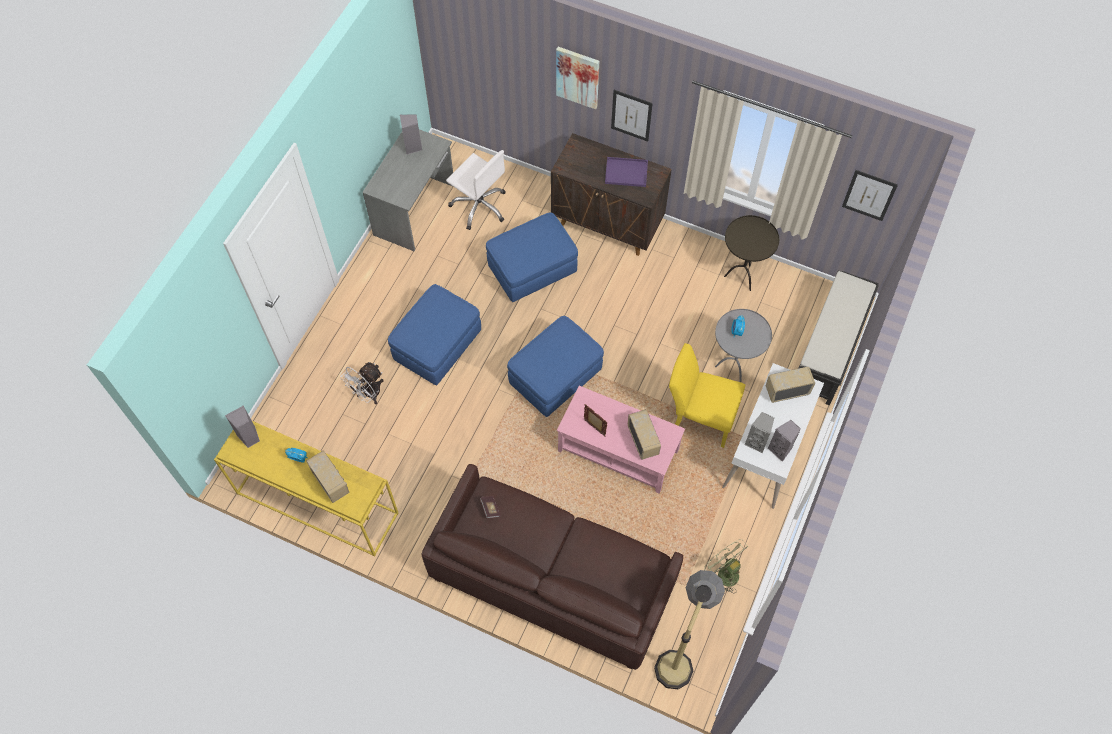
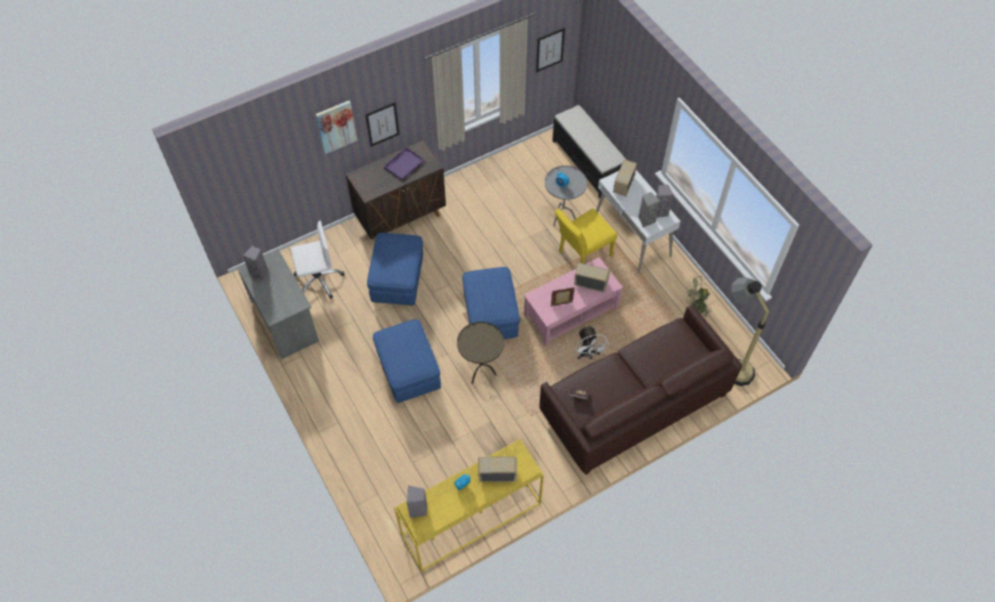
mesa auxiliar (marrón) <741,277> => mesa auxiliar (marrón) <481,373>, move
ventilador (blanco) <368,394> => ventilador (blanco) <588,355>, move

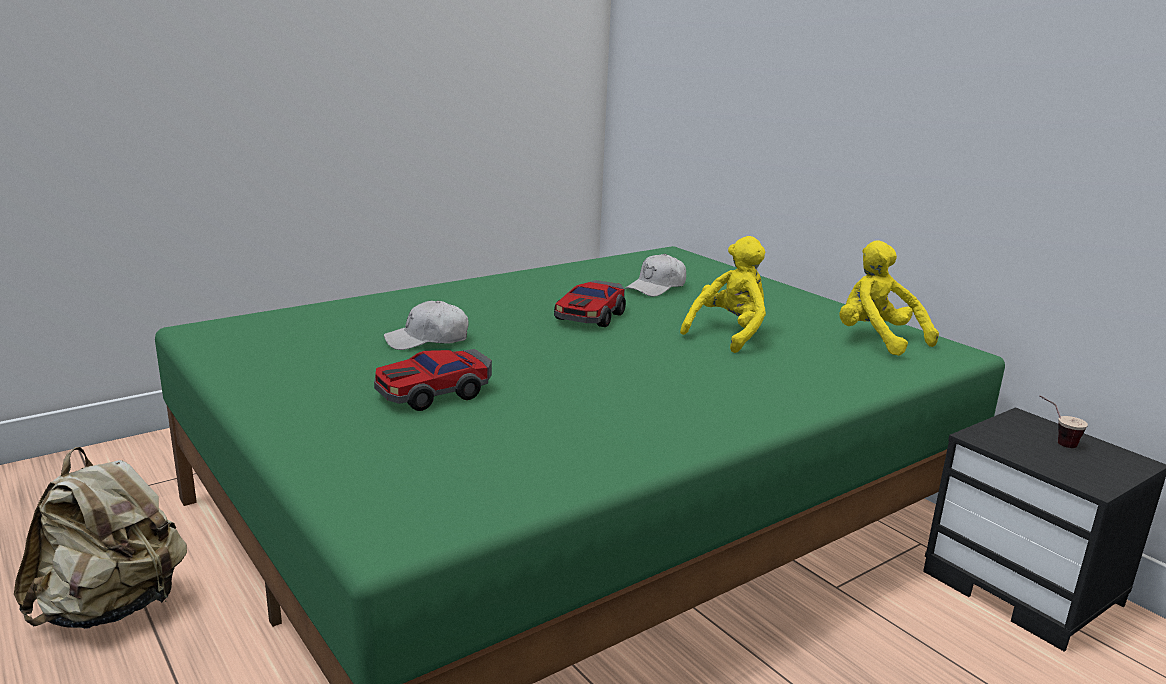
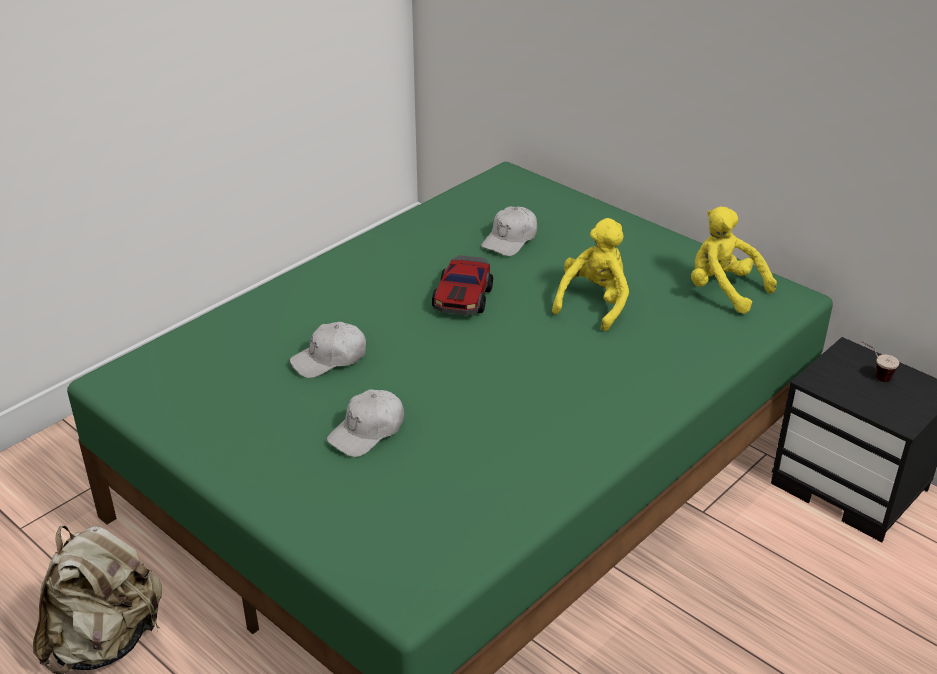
coche de juguete <433,393> => gorra (blanco) <367,431>

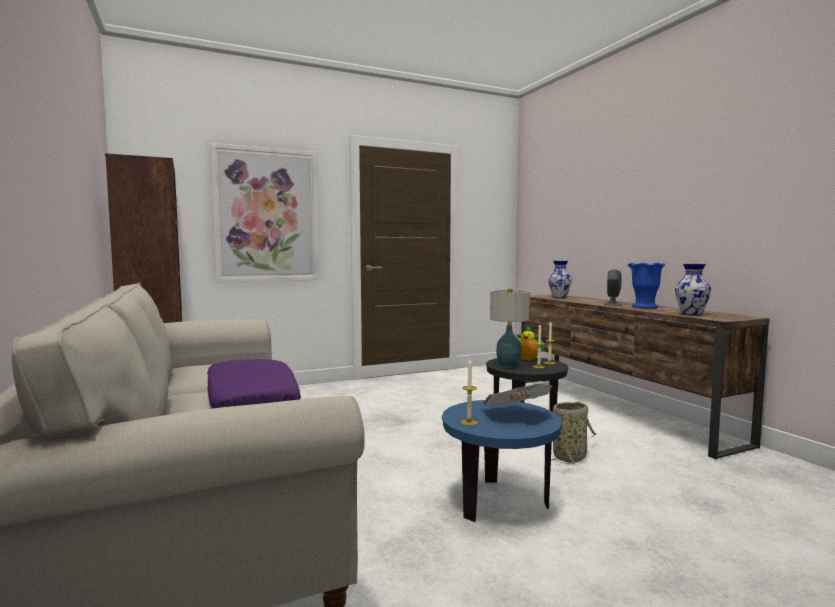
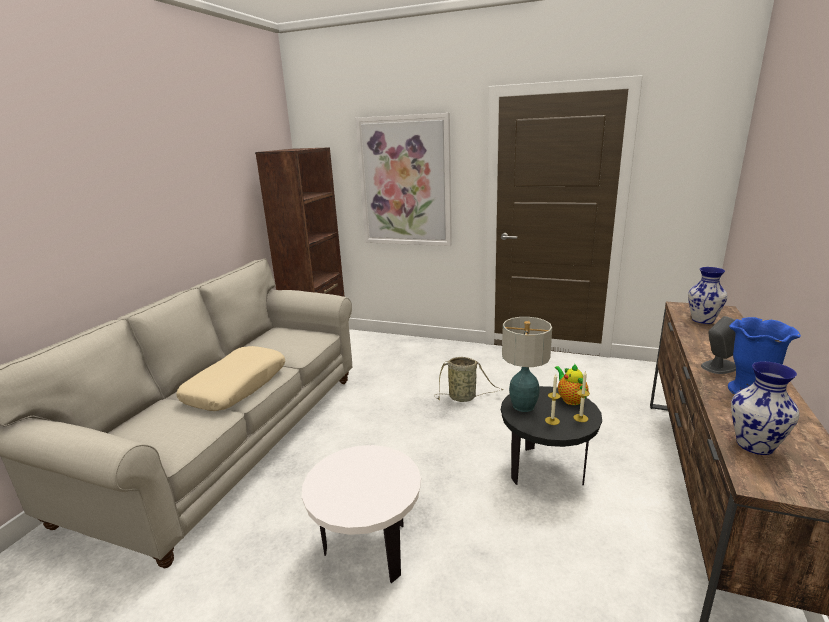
cojín (morado) <250,401> => cojín (beis) <236,387>
vela <469,422> => nothing
periódico <515,414> => nothing
mesa auxiliar (azul) <499,503> => mesa auxiliar (blanco) <368,550>
cesta <570,457> => cesta <464,397>, move

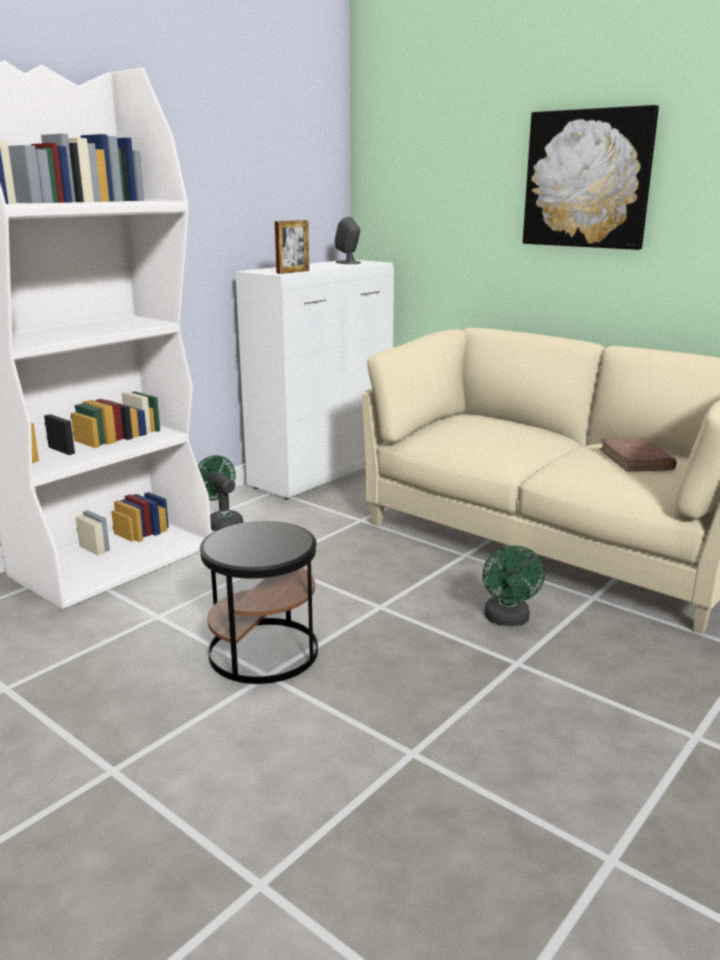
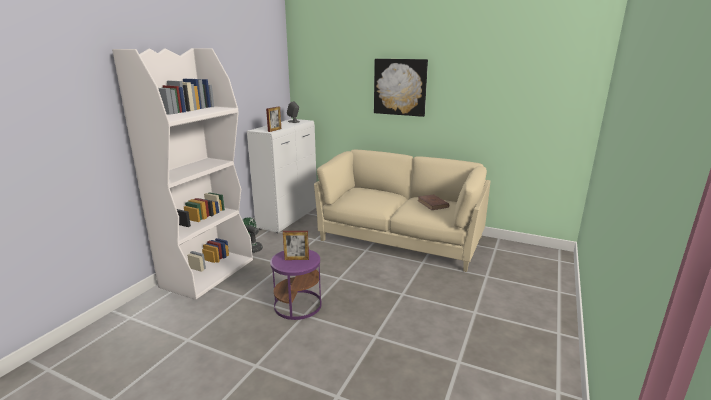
mesa auxiliar (negro) <264,651> => mesa auxiliar (morado) <298,305>
ventilador (verde) <508,620> => nothing
nothing => portarretratos <296,259>

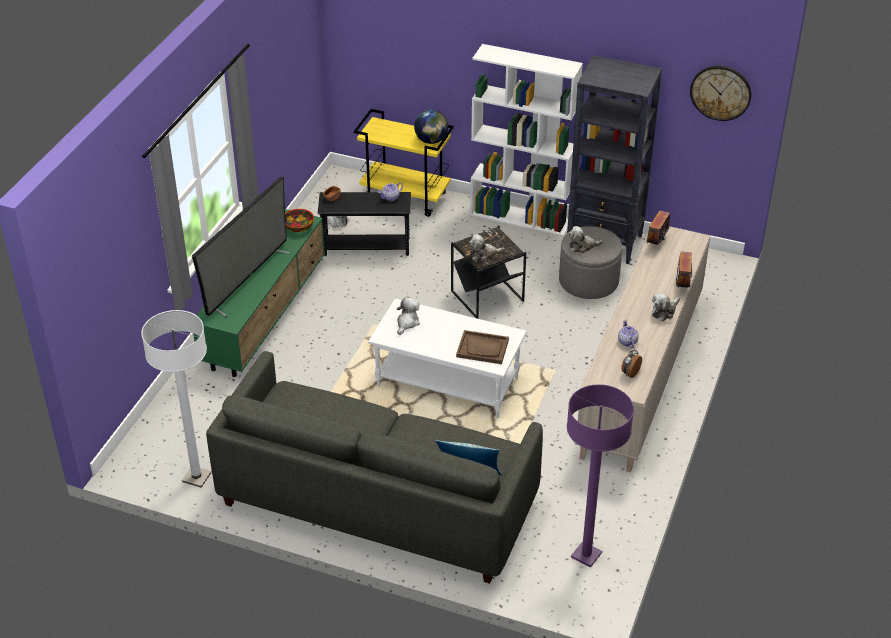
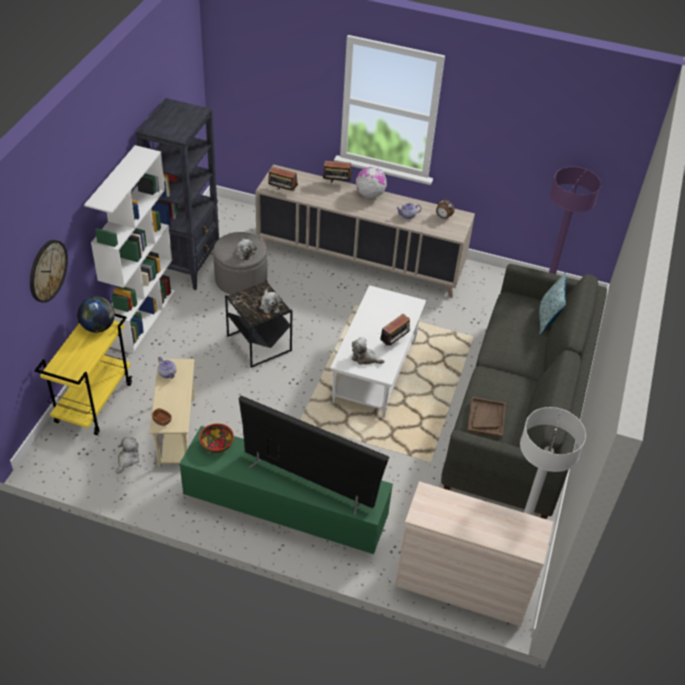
reloj de pared <720,92> => reloj de pared <47,270>, move
mesa auxiliar (negro) <366,247> => mesa auxiliar (beis) <176,432>
peluche <664,311> => globo terráqueo <370,195>
bandeja (marrón) <482,348> => bandeja (marrón) <486,418>, move
nothing => radio <394,342>
nothing => cómoda (beis) <462,586>

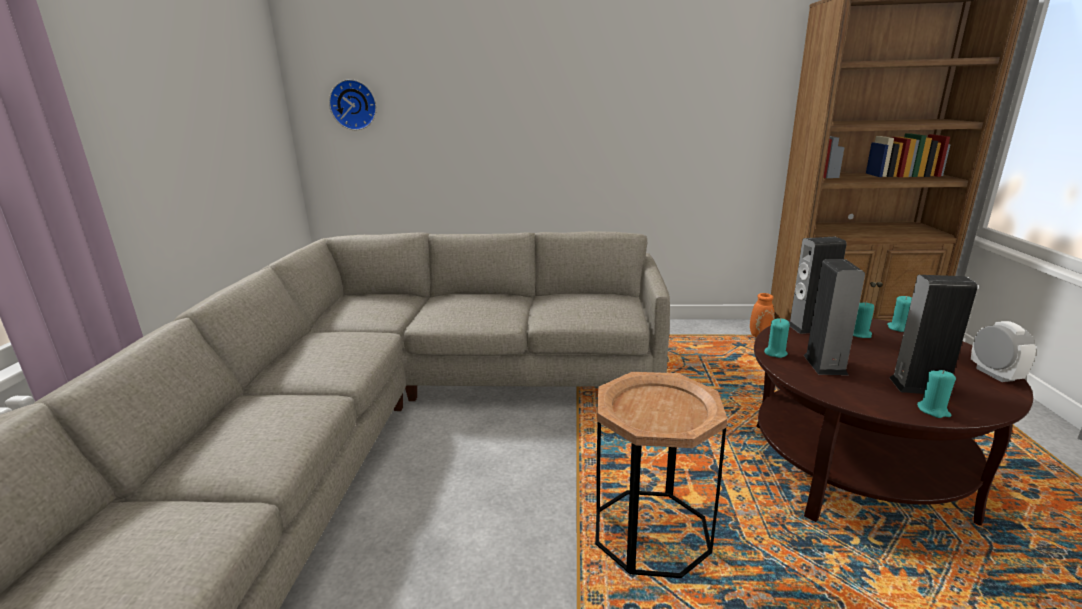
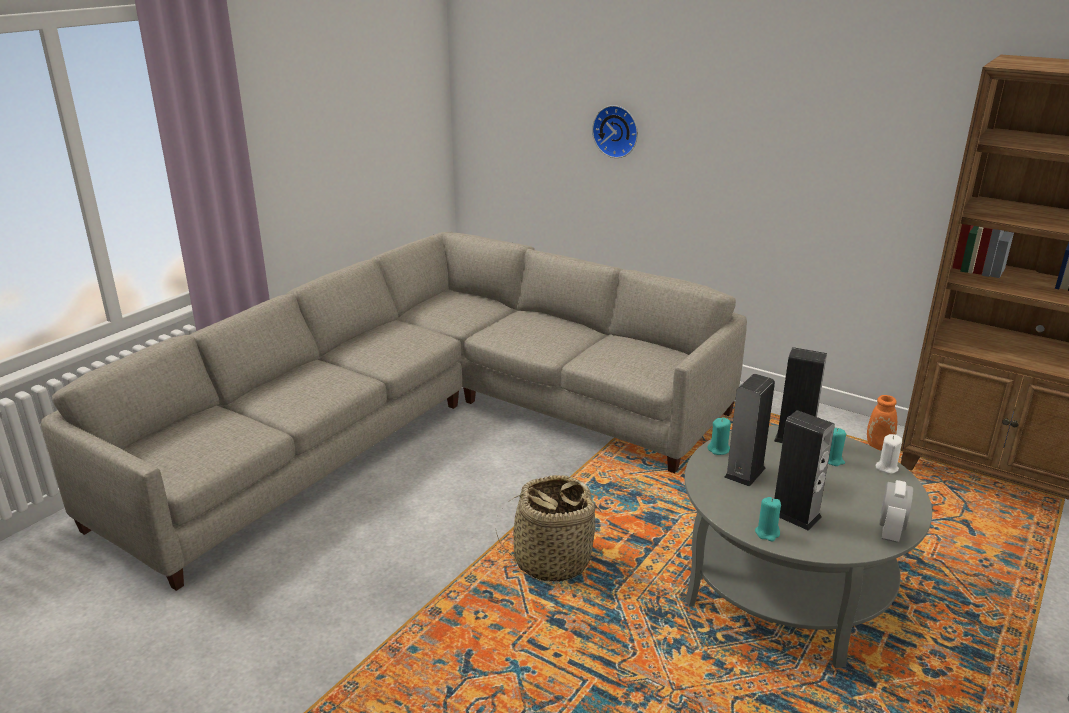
reloj de pared <354,105> => reloj de pared <616,131>, move
vela (turquesa) <898,328> => vela (blanco) <886,467>
mesa de centro (marrón) <854,468> => mesa de centro (gris) <787,589>
mesa auxiliar (marrón) <651,532> => cesta <552,560>

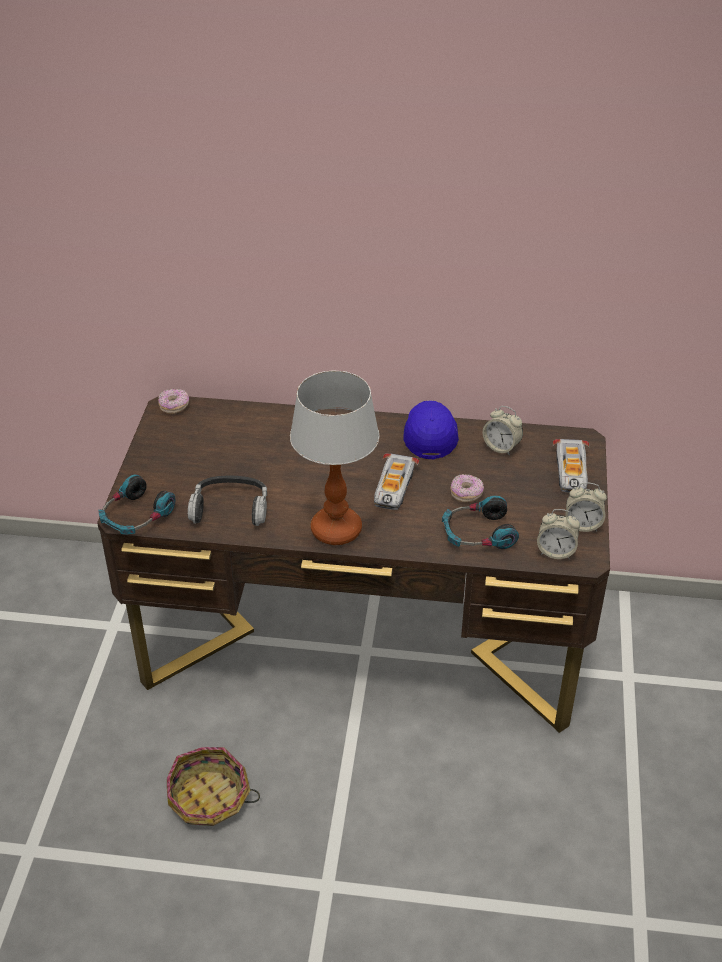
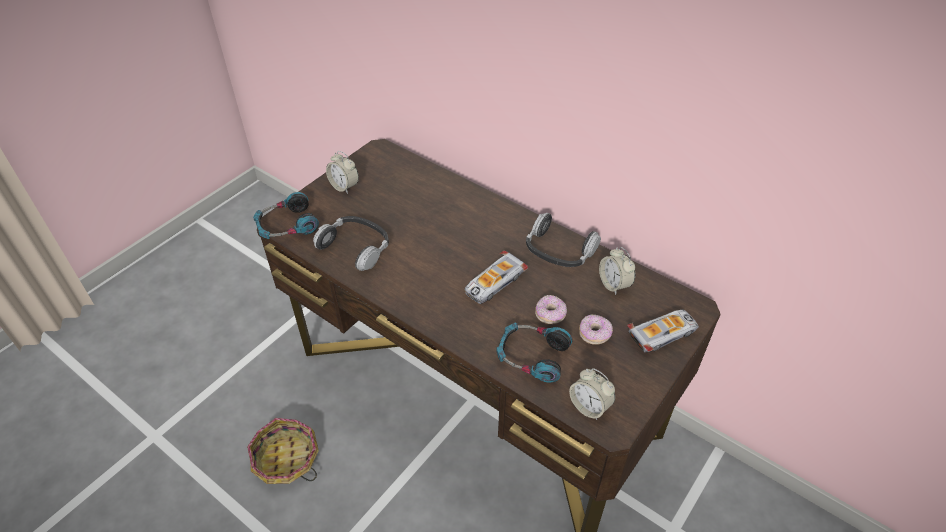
lámpara de mesa <336,530> => nothing
rosquilla <174,406> => rosquilla <594,334>, move
gorra (azul) <430,436> => auriculares <559,250>
coche de juguete <571,471> => coche de juguete <662,333>, 150 degrees counterclockwise
despertador <582,525> => despertador <344,186>, move

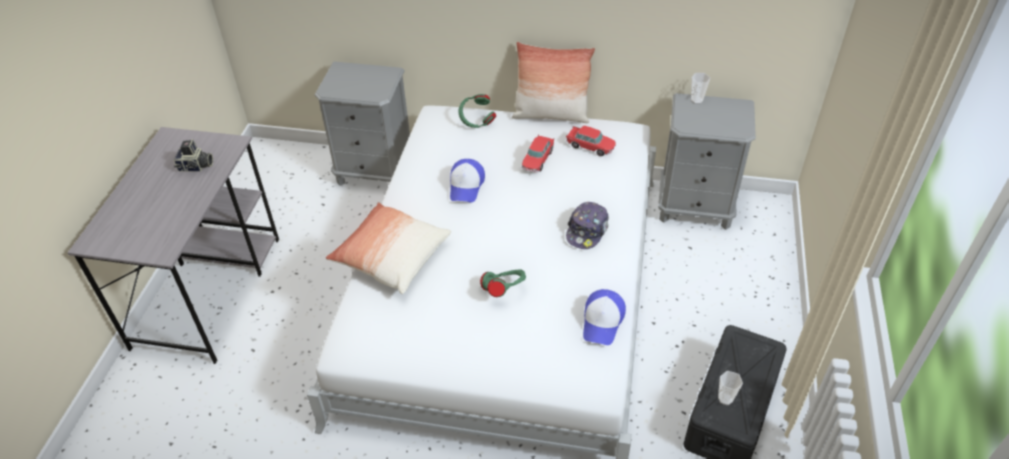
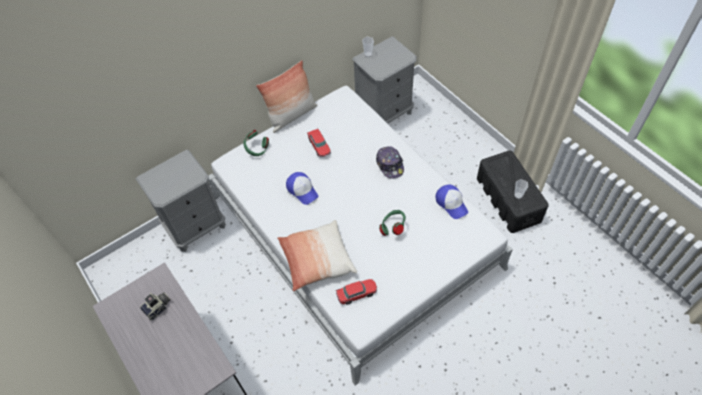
coche de juguete <590,146> => coche de juguete <356,294>, move

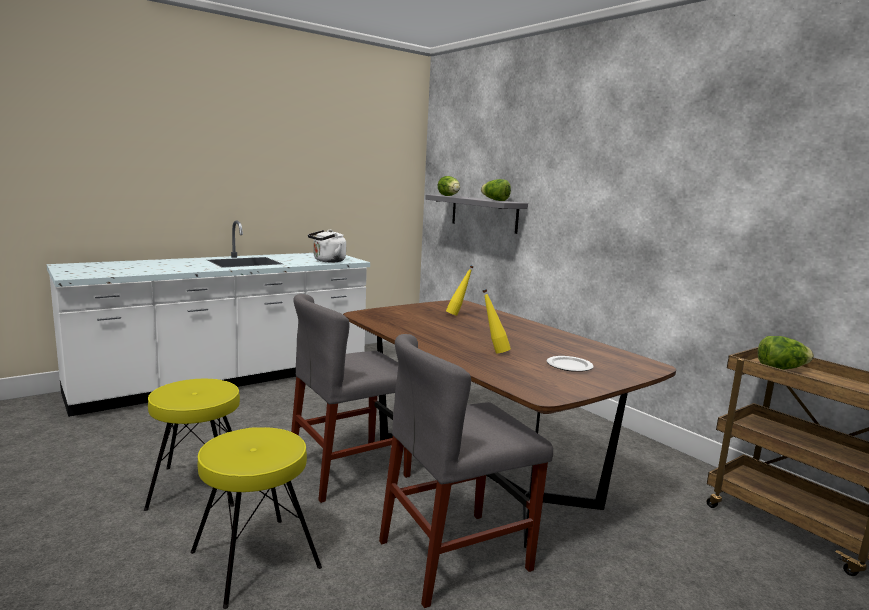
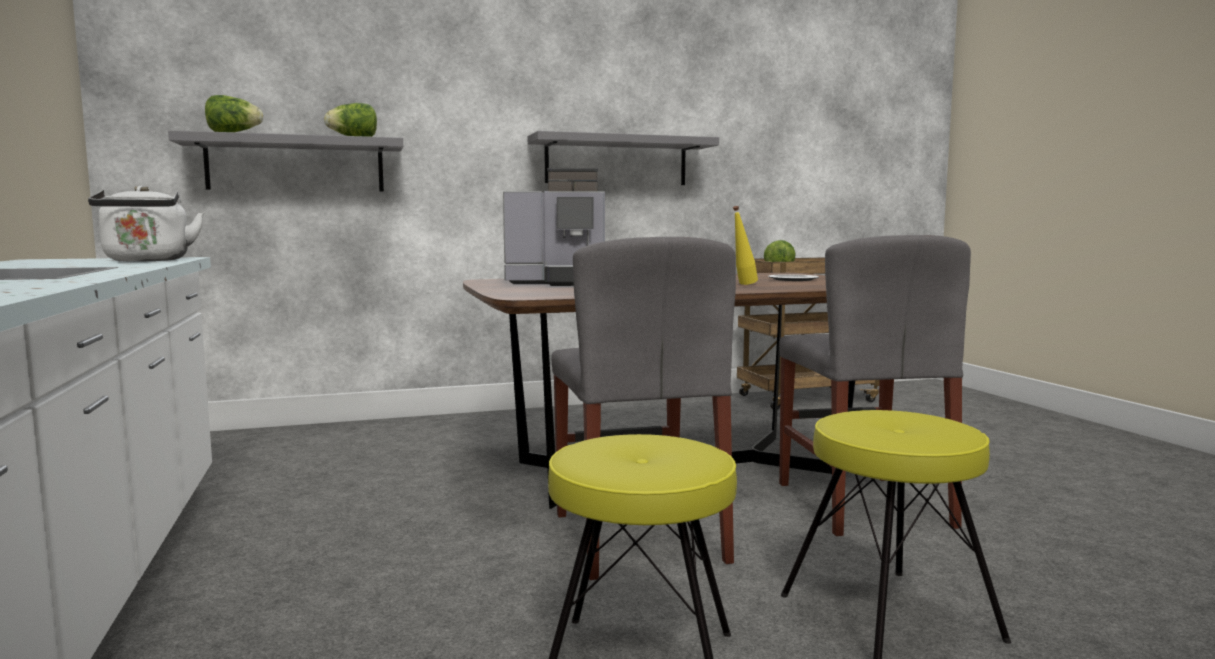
botella (amarillo) <458,315> => cafetera <560,282>
nothing => estante (gris) <616,161>

